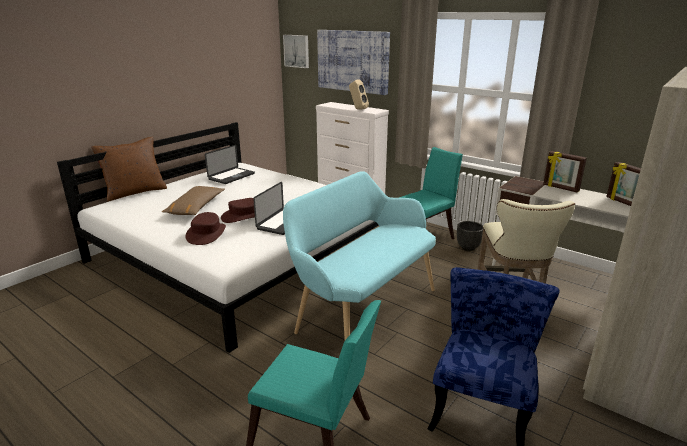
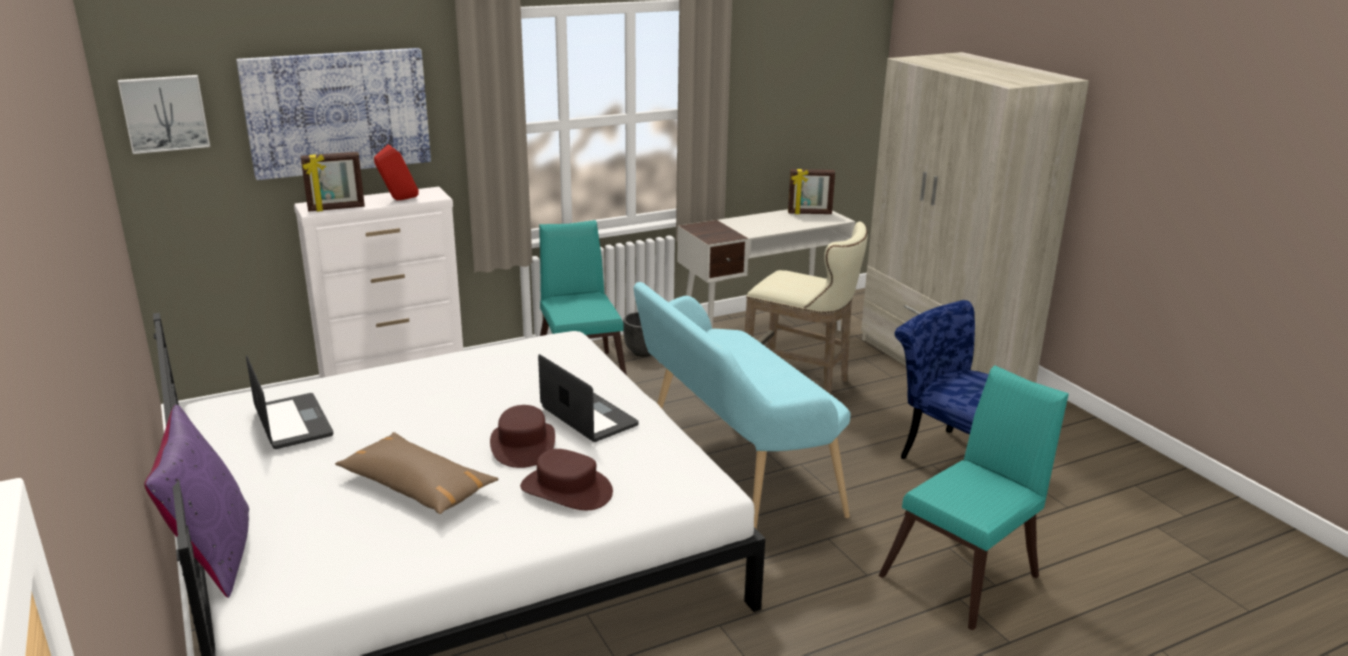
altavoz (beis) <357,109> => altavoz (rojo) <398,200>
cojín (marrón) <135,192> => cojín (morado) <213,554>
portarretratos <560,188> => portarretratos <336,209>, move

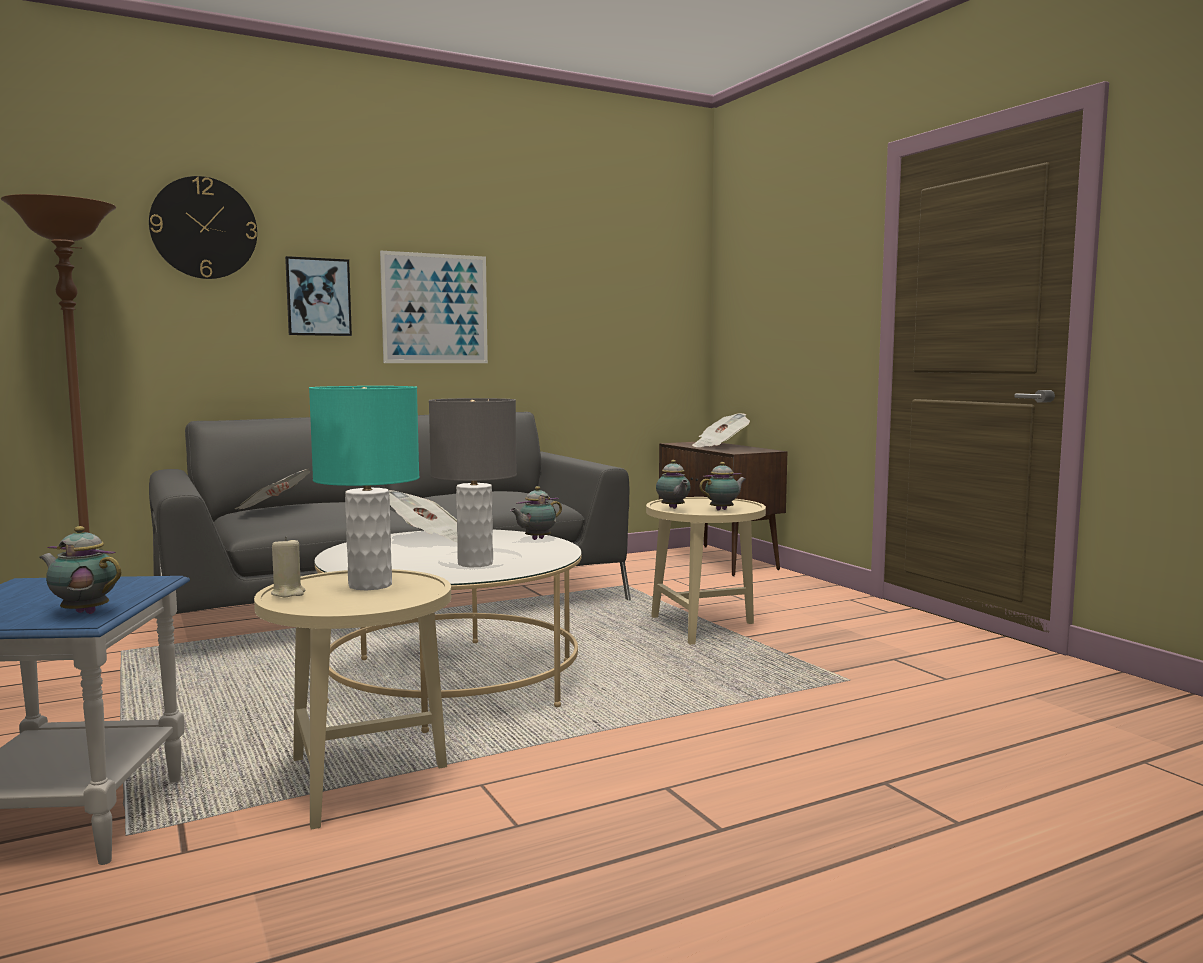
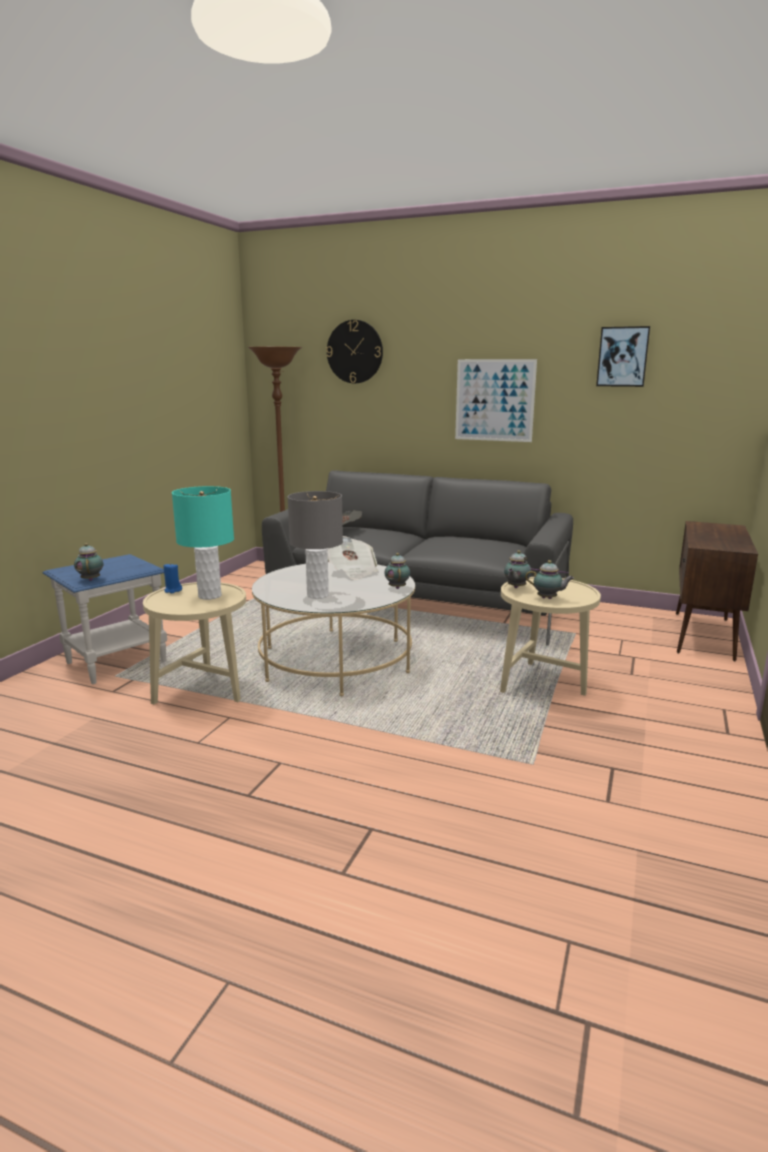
cuadro <318,297> => cuadro <622,356>, move
periódico <720,446> => nothing
tetera <536,539> => tetera <397,587>, 75 degrees clockwise
vela (beis) <288,593> => vela (azul) <173,590>

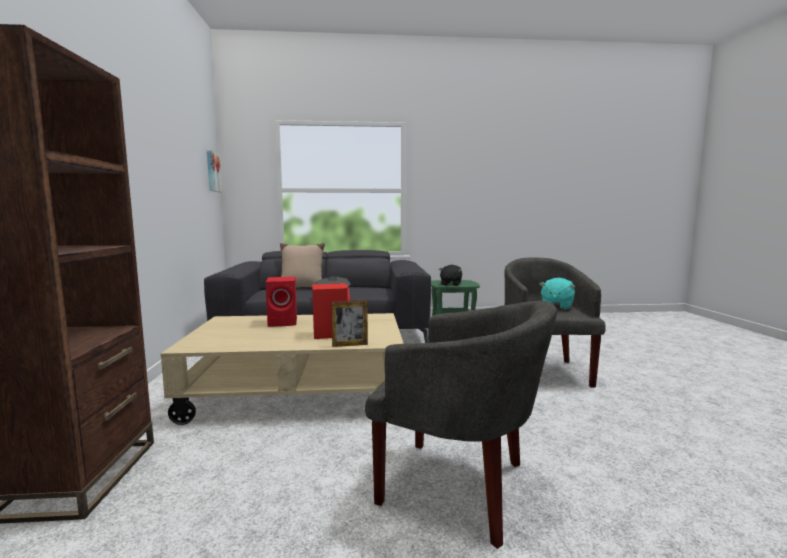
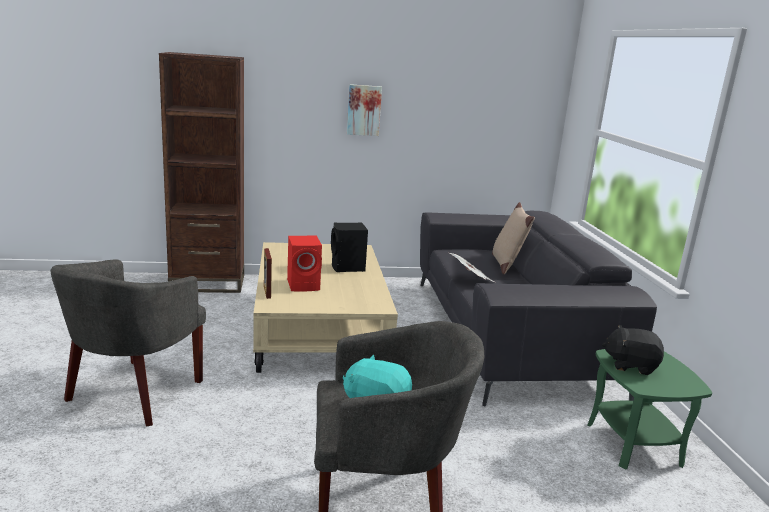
cuadro <212,171> => cuadro <363,110>, move
altavoz (rojo) <284,322> => altavoz (negro) <348,268>

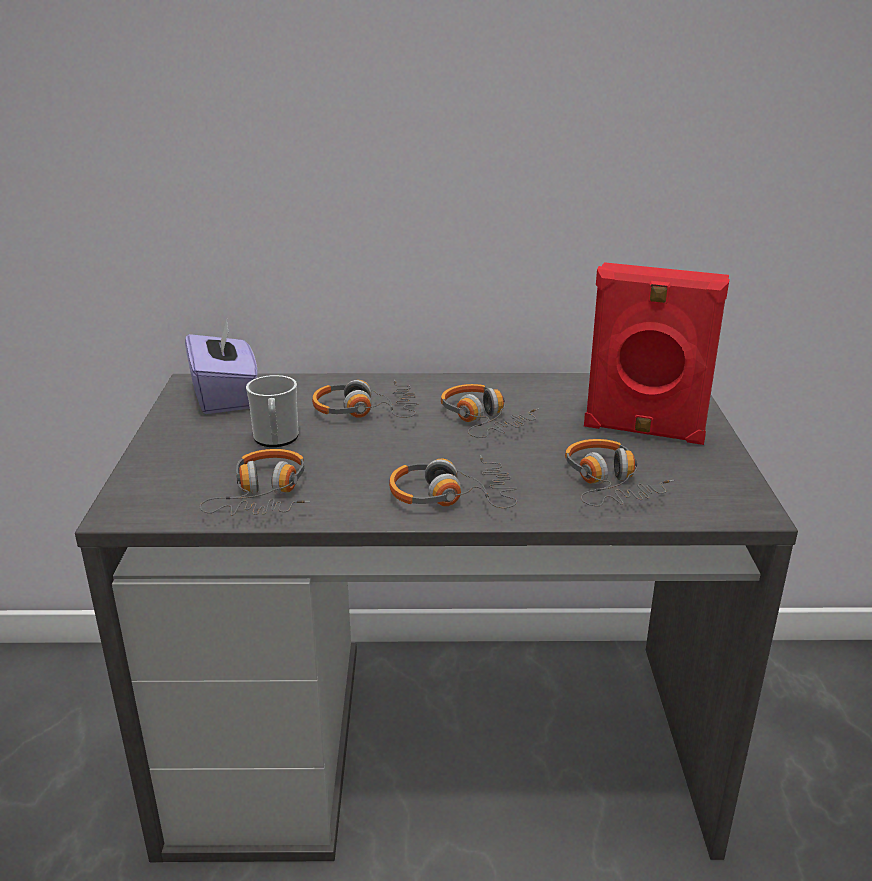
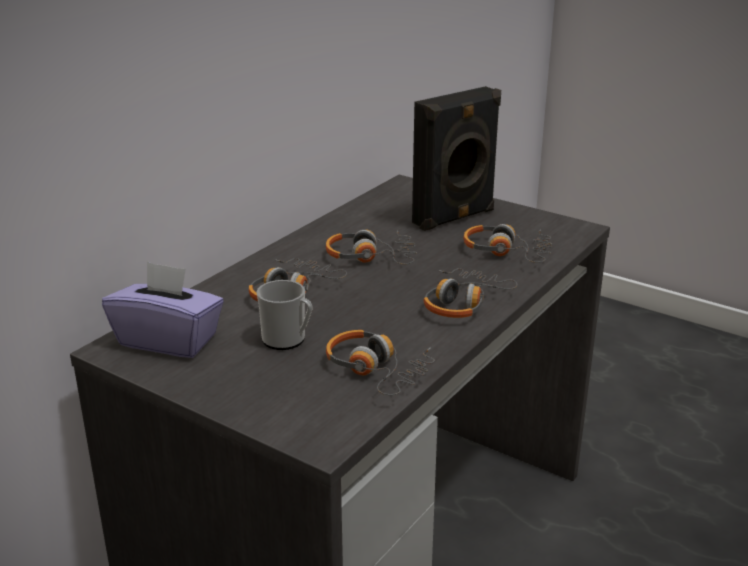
altavoz (rojo) <643,431> => altavoz (negro) <455,218>

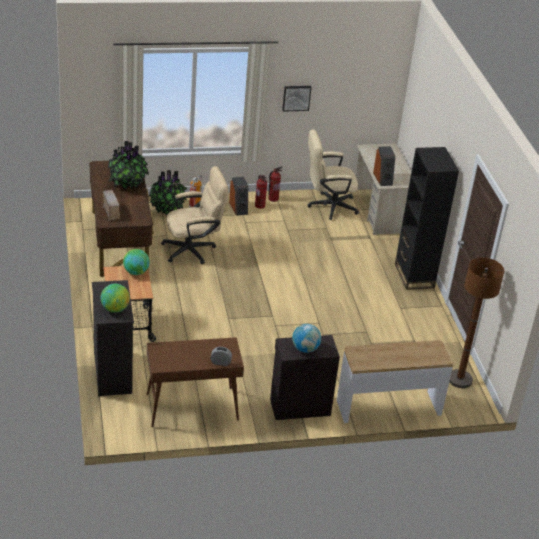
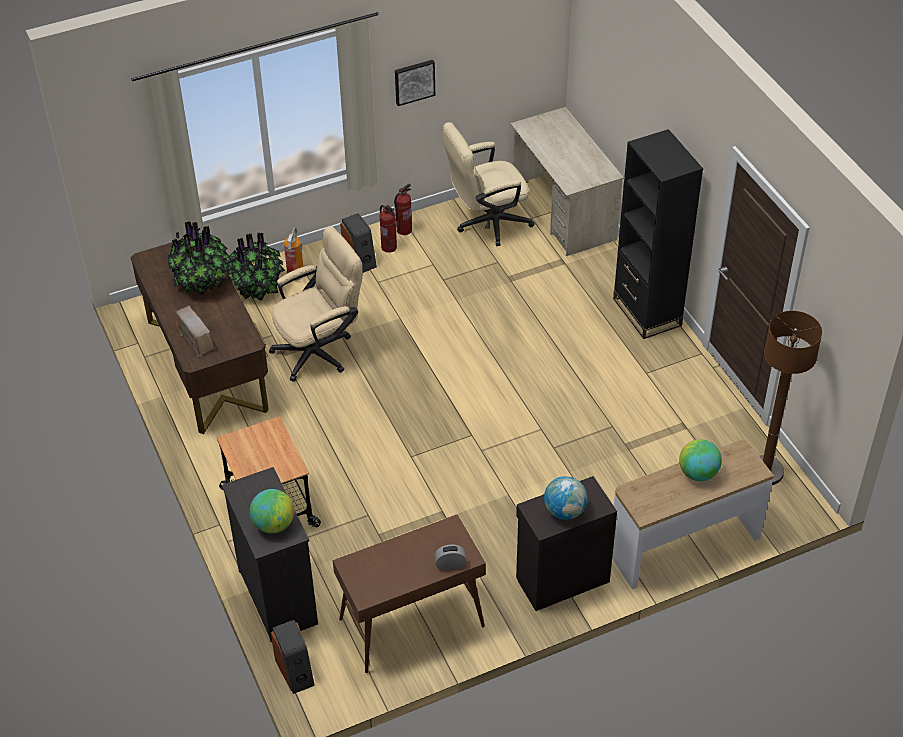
altavoz <383,179> => altavoz <295,671>, move
globo terráqueo <136,272> => globo terráqueo <698,473>, move

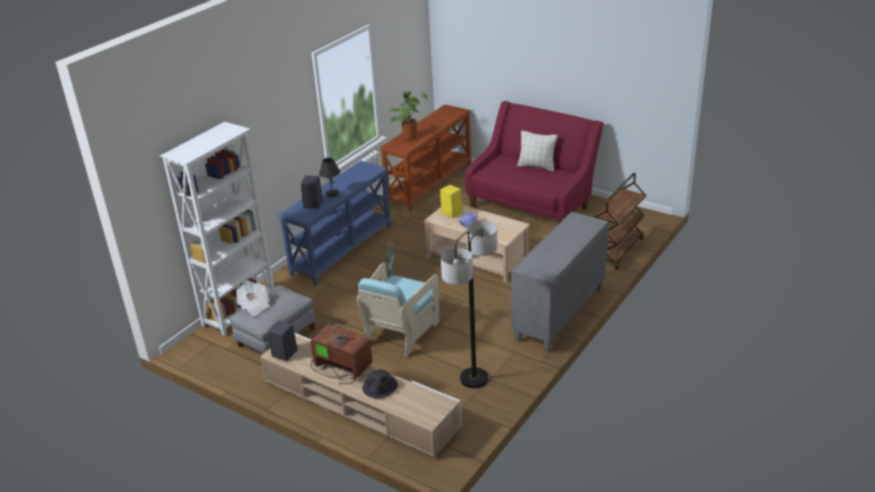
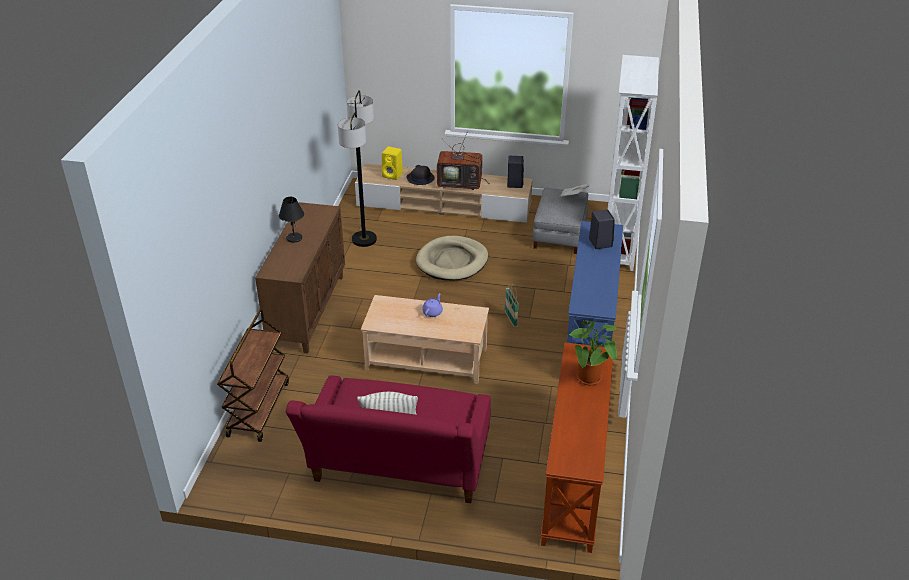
lámpara de mesa (negro) <332,194> => lámpara de mesa (negro) <294,238>, move
altavoz (amarillo) <451,213> => altavoz (amarillo) <393,175>, move
armario (gris) <560,315> => armario (marrón) <307,310>
sillón (turquesa) <401,333> => cama para perro (beis) <452,261>

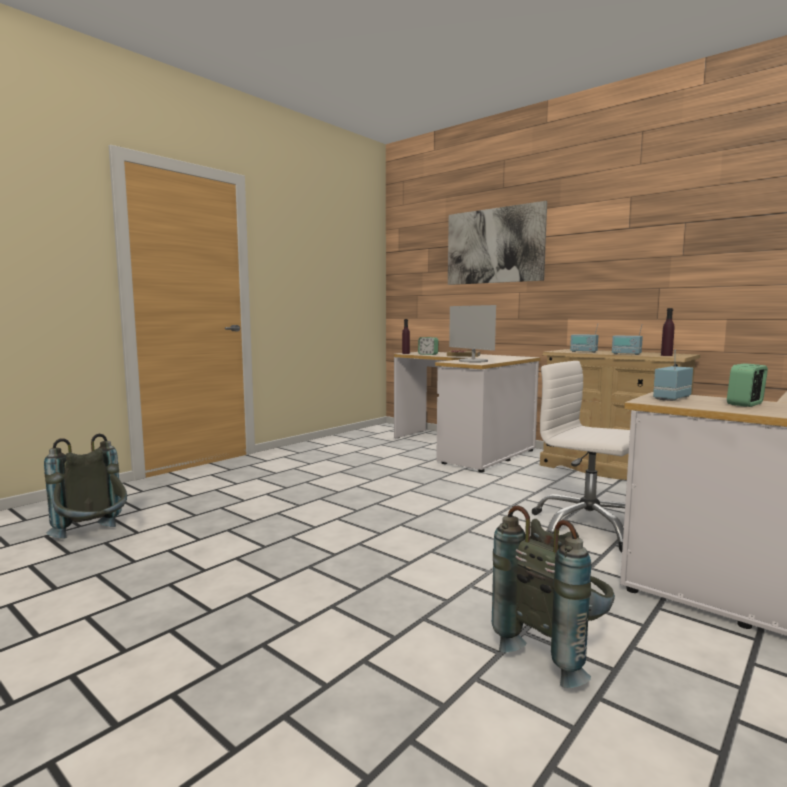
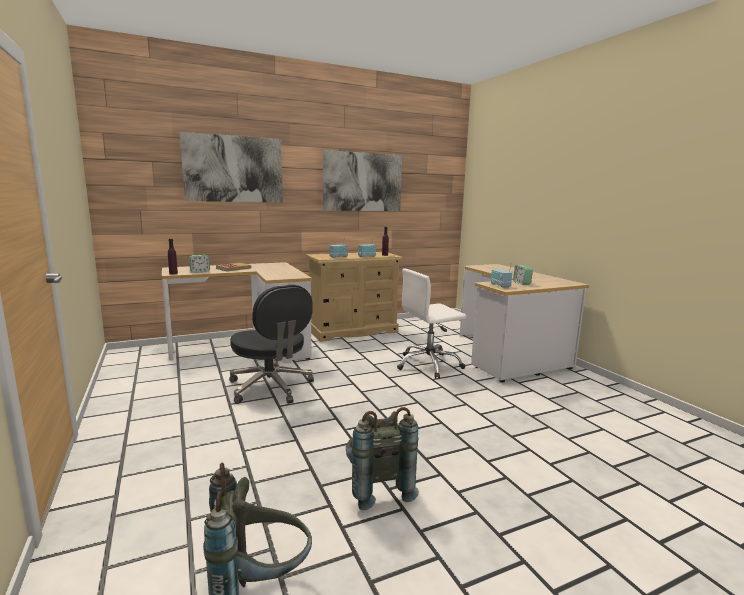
monitor <473,361> => nothing
mochila (gris) <555,650> => mochila (gris) <376,487>, move
nothing => cuadro <363,182>
nothing => silla de oficina (negro) <271,387>

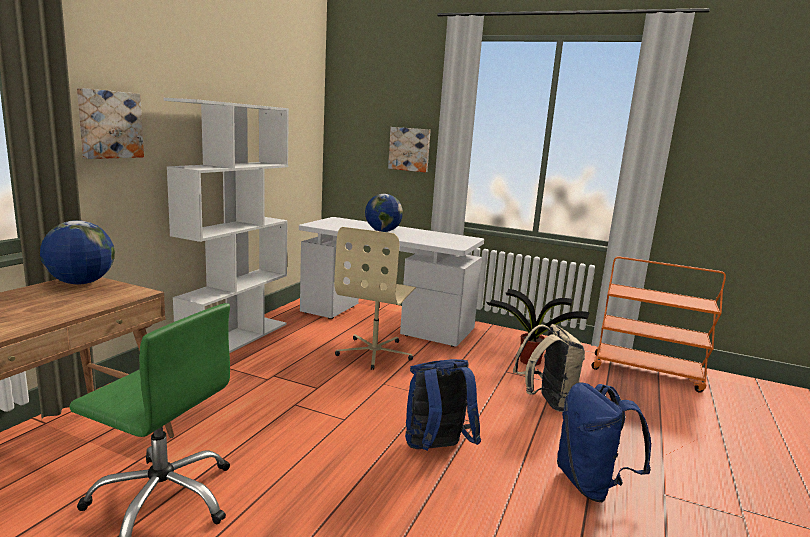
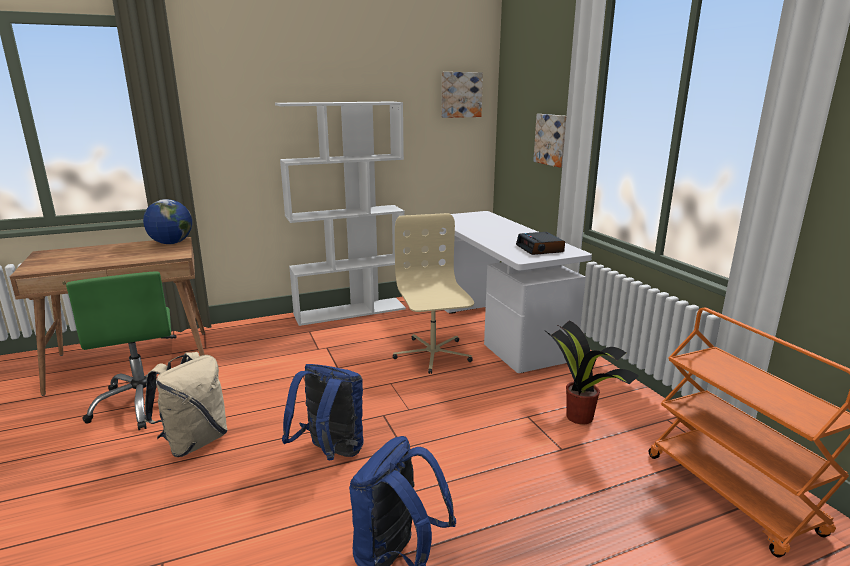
cuadro <109,124> => cuadro <460,94>, move
globo terráqueo <382,231> => nothing
silla de oficina (beis) <375,353> => silla de oficina (beis) <432,354>, 105 degrees clockwise
mochila (beis) <546,402> => mochila (beis) <194,442>, move
nothing => despertador <540,249>

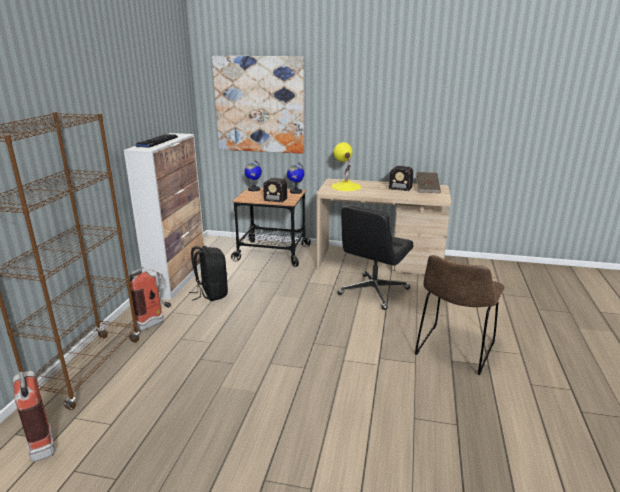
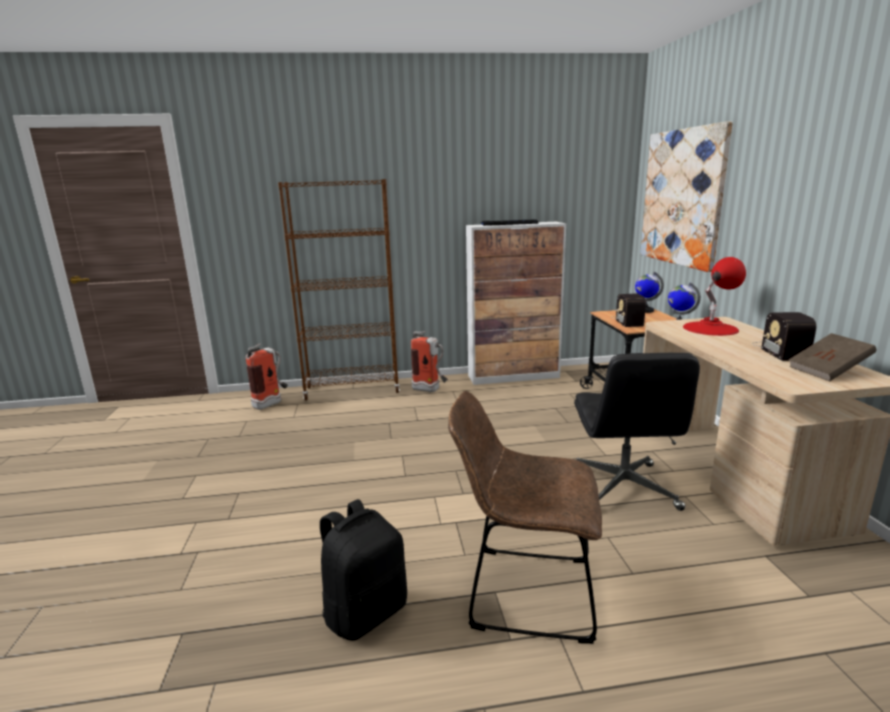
lámpara de mesa (amarillo) <346,186> => lámpara de mesa (rojo) <710,328>
silla de oficina (negro) <373,292> => silla de oficina (negro) <624,488>, 105 degrees counterclockwise
mochila (negro) <211,293> => mochila (negro) <365,612>, move

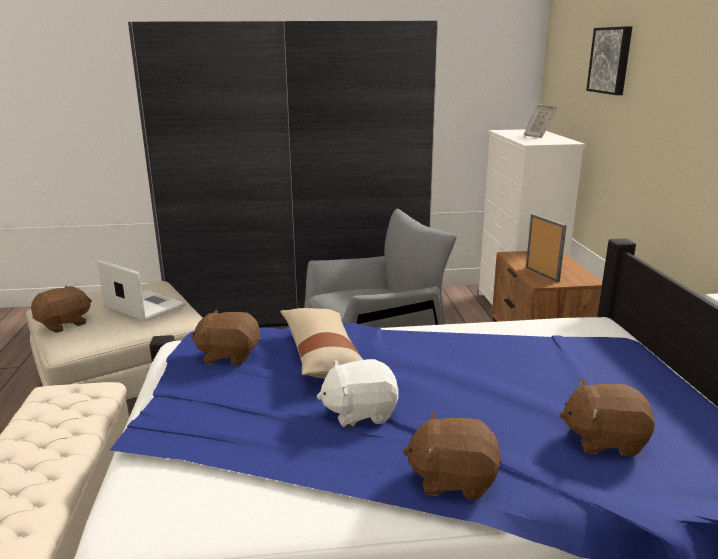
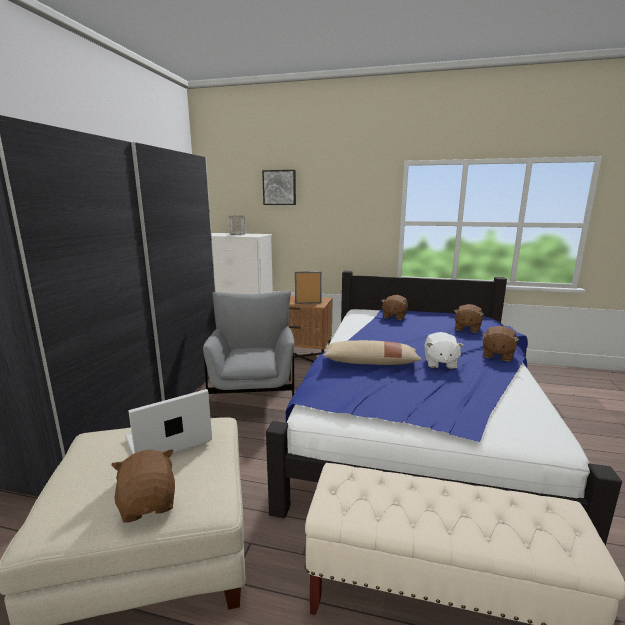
peluche (marrón) <229,355> => peluche (marrón) <394,317>, move

